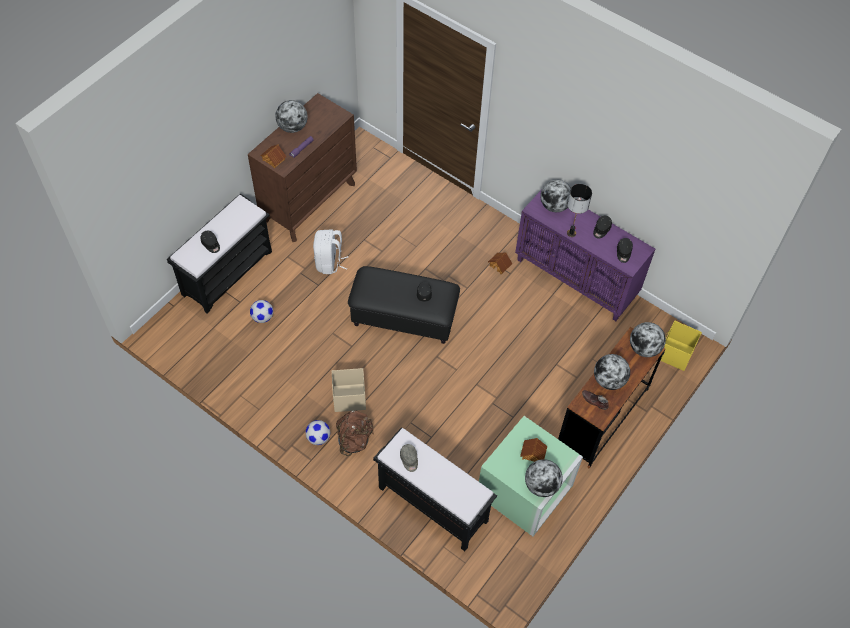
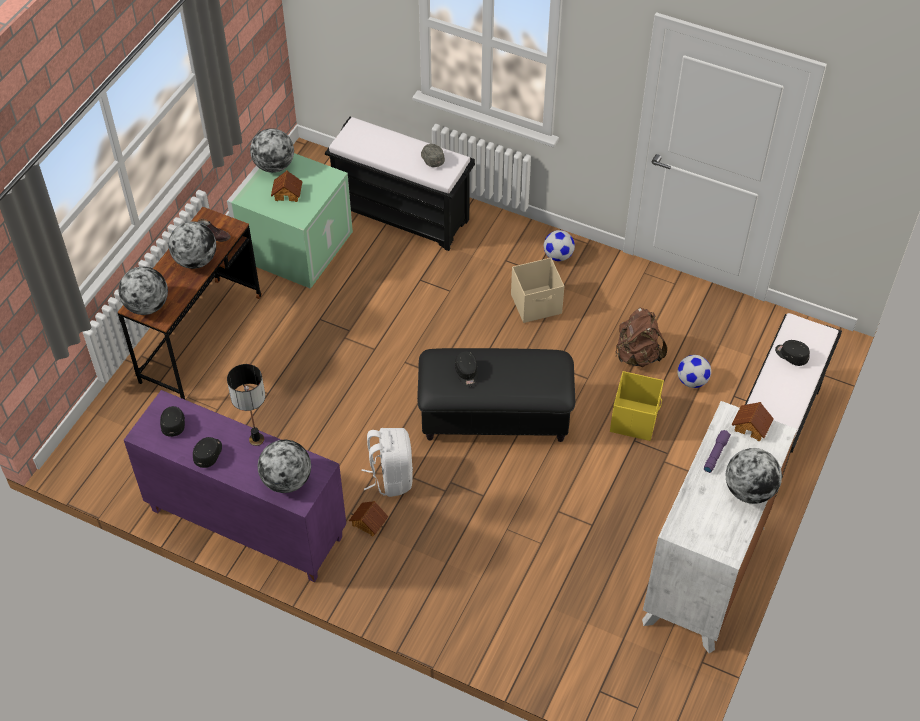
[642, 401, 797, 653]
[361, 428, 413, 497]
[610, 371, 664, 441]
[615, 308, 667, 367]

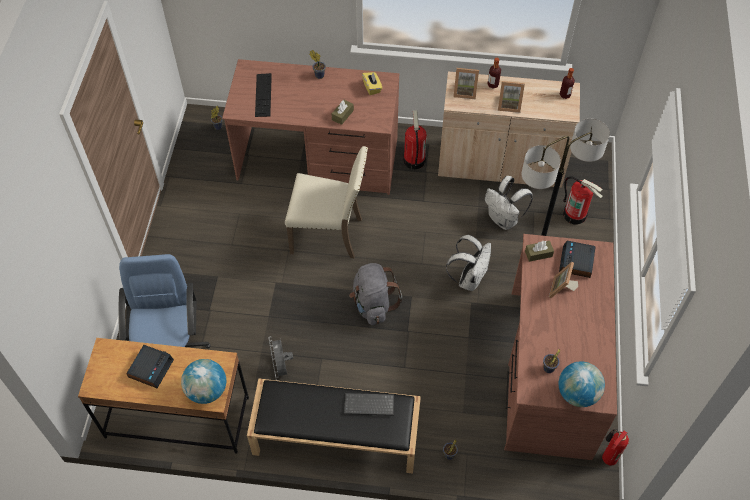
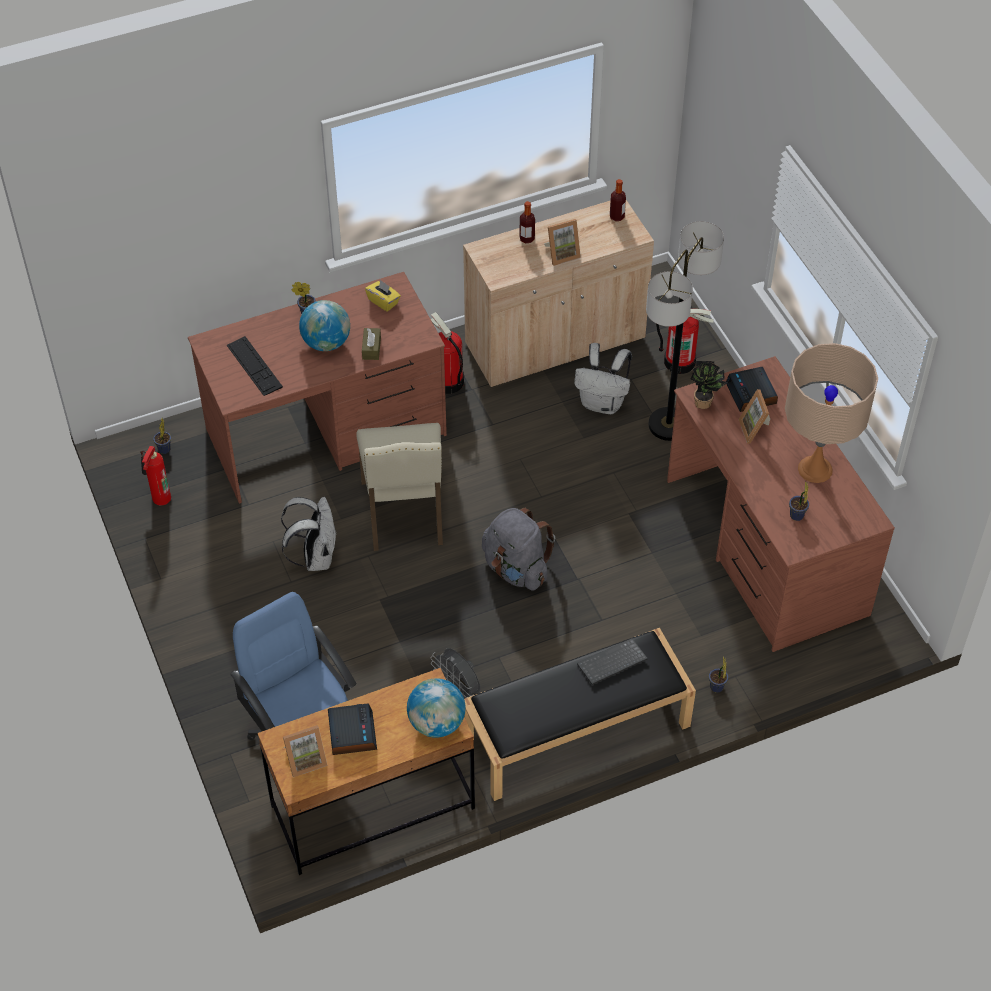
[283, 725, 328, 777]
[356, 423, 443, 551]
[281, 497, 337, 571]
[690, 361, 728, 409]
[299, 300, 350, 351]
[140, 446, 171, 506]
[785, 343, 878, 483]

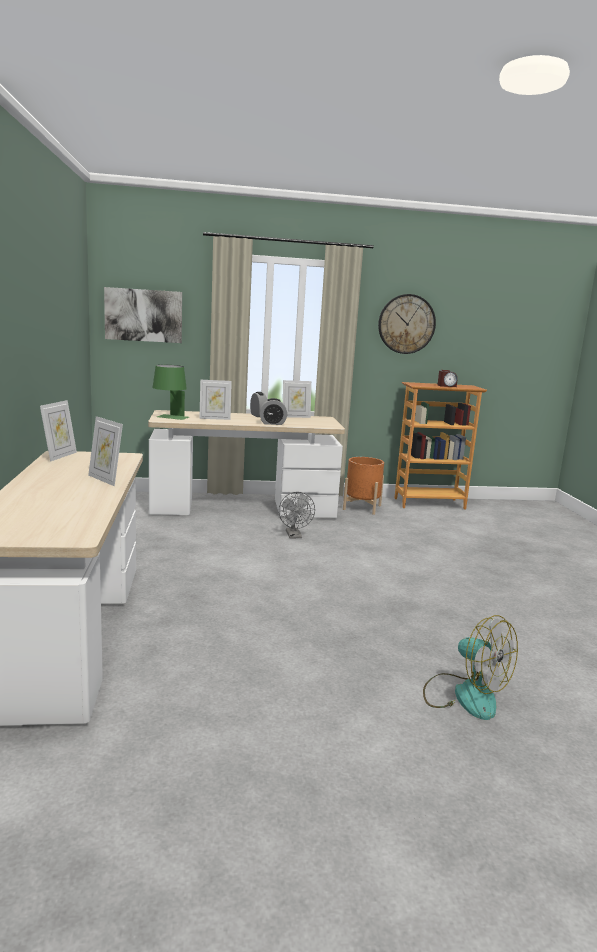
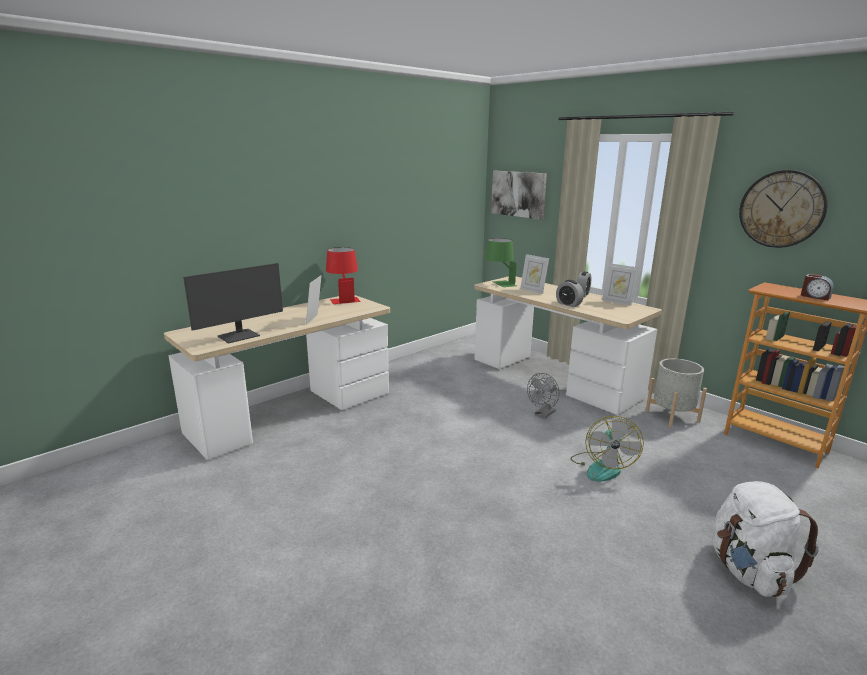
[326, 247, 361, 304]
[646, 358, 707, 428]
[571, 416, 644, 482]
[183, 263, 283, 343]
[712, 481, 819, 597]

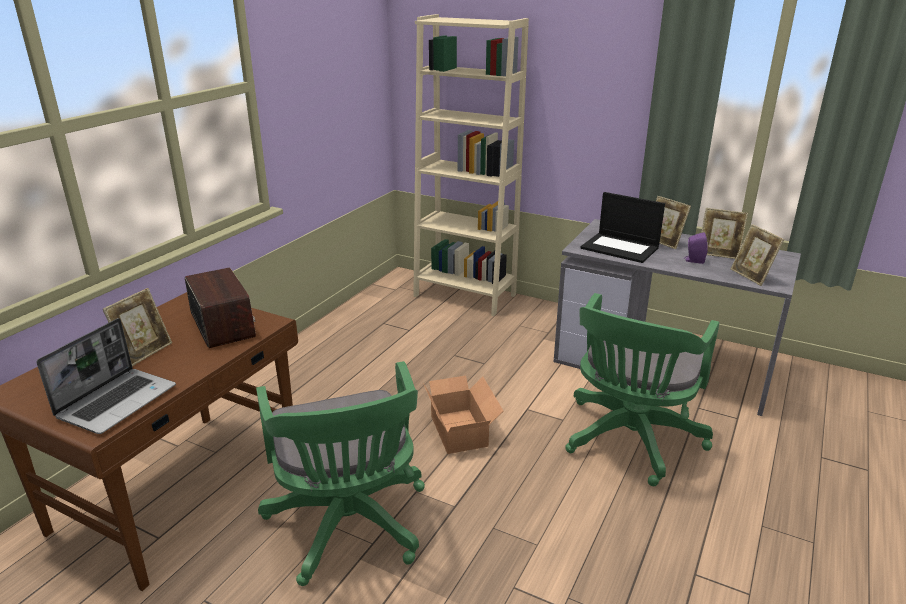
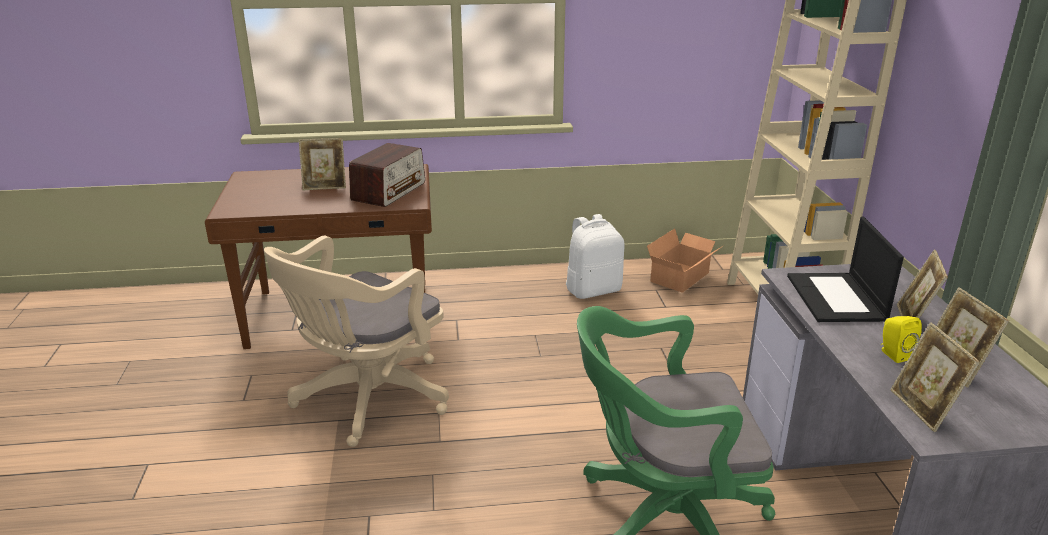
[891, 322, 980, 432]
[881, 316, 922, 363]
[36, 318, 176, 434] (first image)
[264, 236, 449, 447]
[647, 228, 723, 293]
[566, 214, 624, 299]

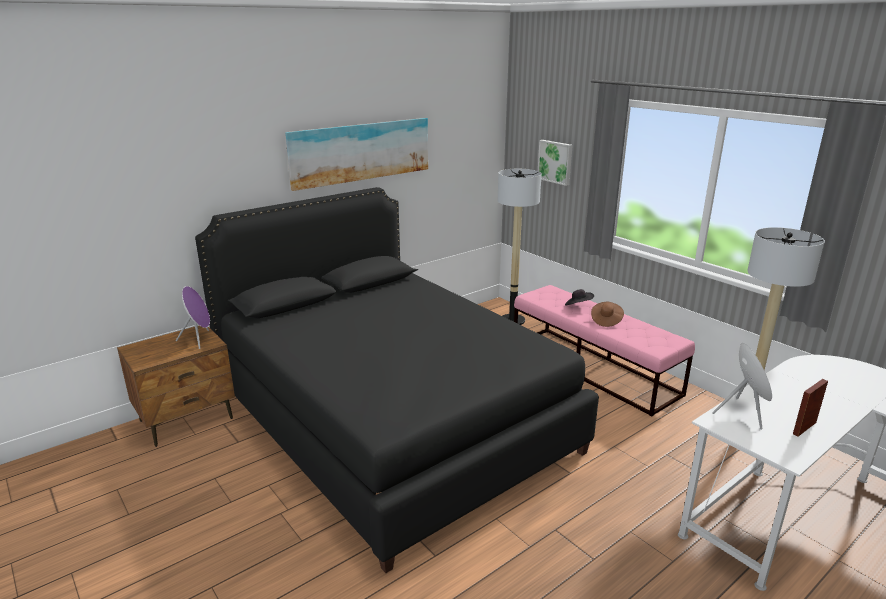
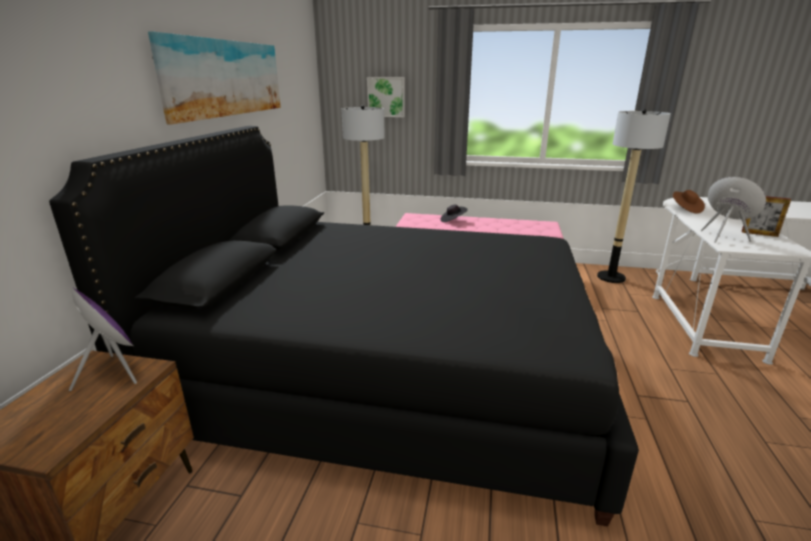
[673, 190, 705, 214]
[742, 196, 791, 237]

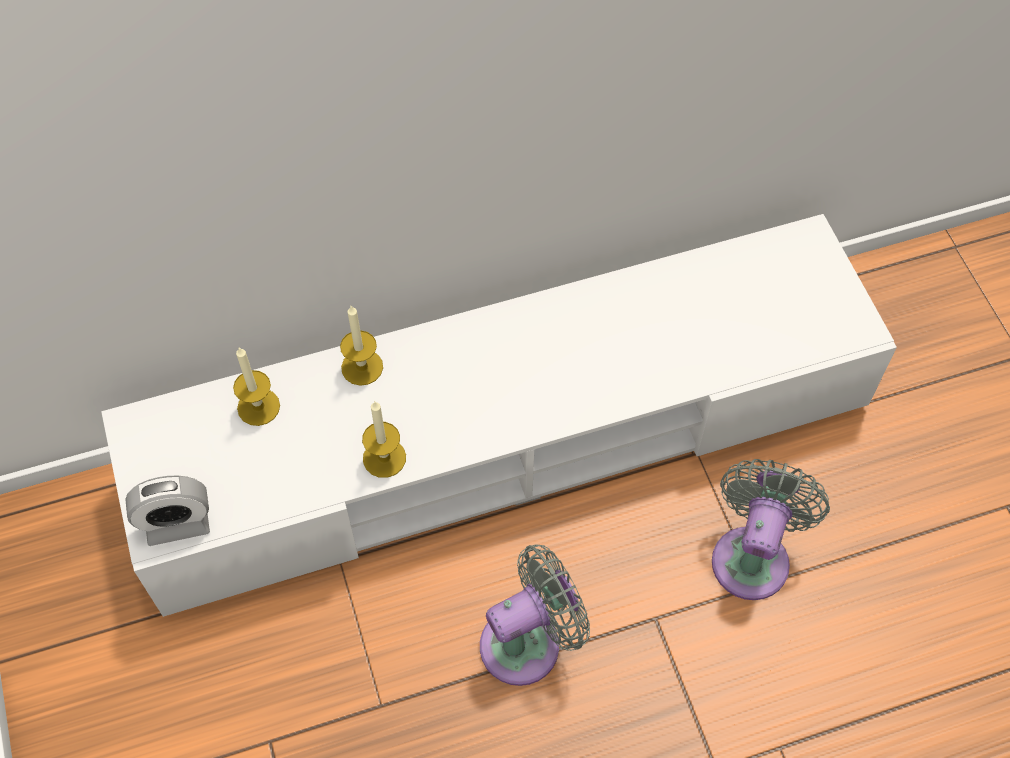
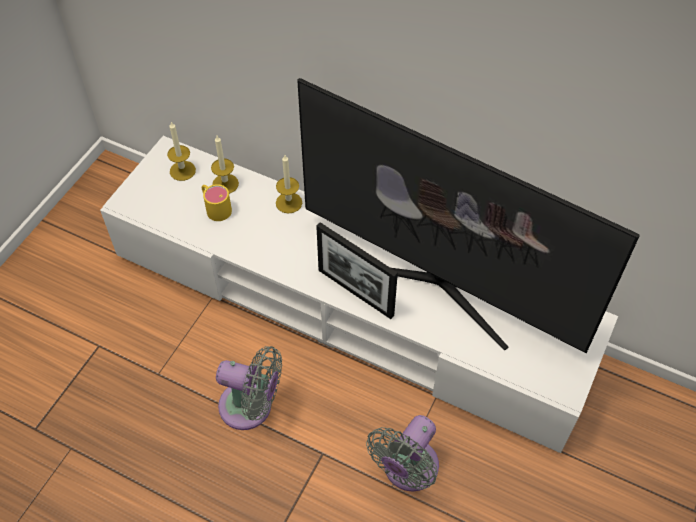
[167, 122, 196, 181]
[366, 415, 439, 492]
[125, 476, 210, 546] (first image)
[297, 78, 639, 353]
[202, 184, 232, 221]
[316, 222, 398, 319]

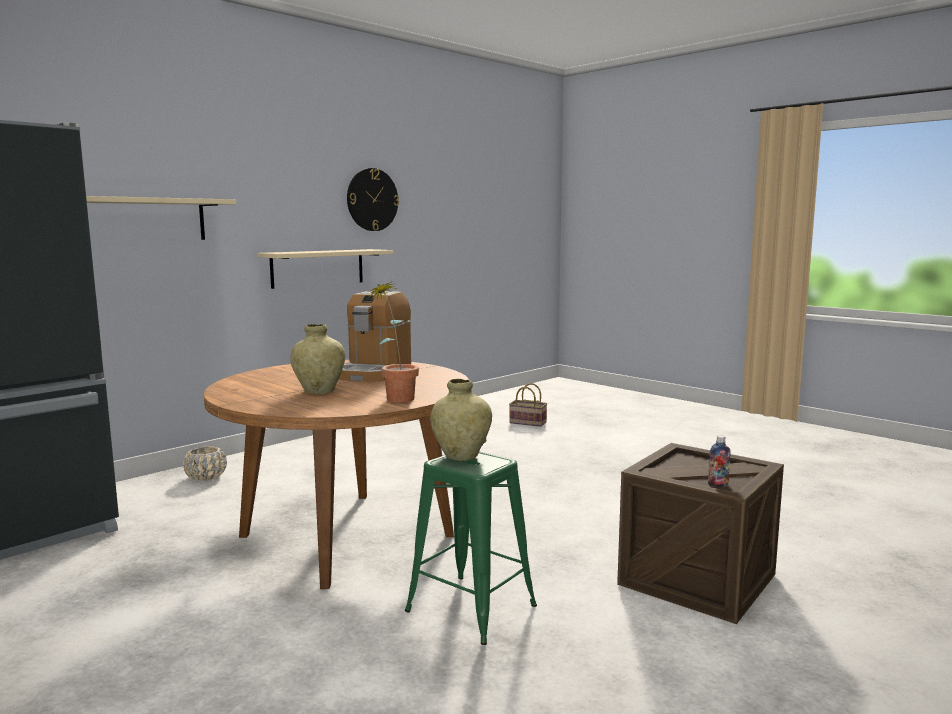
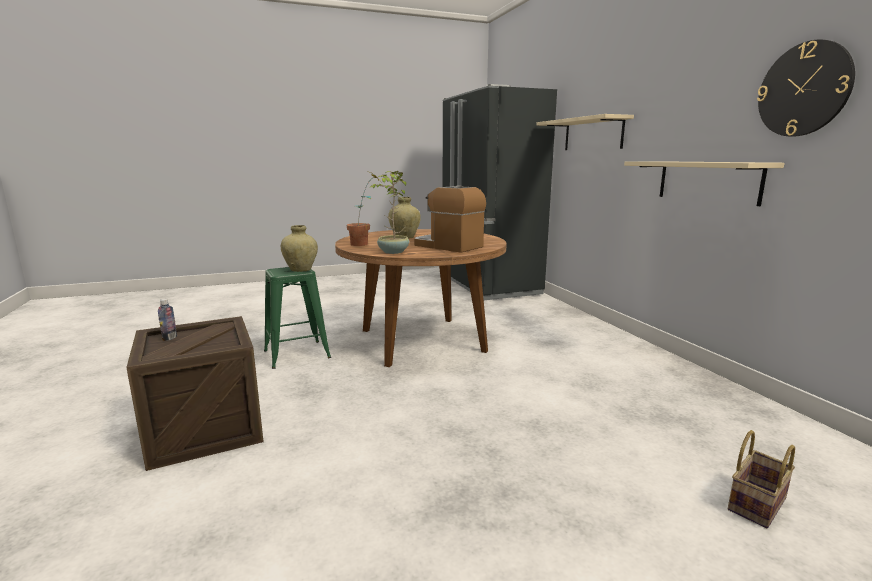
[183, 446, 227, 481] (first image)
[369, 171, 409, 254]

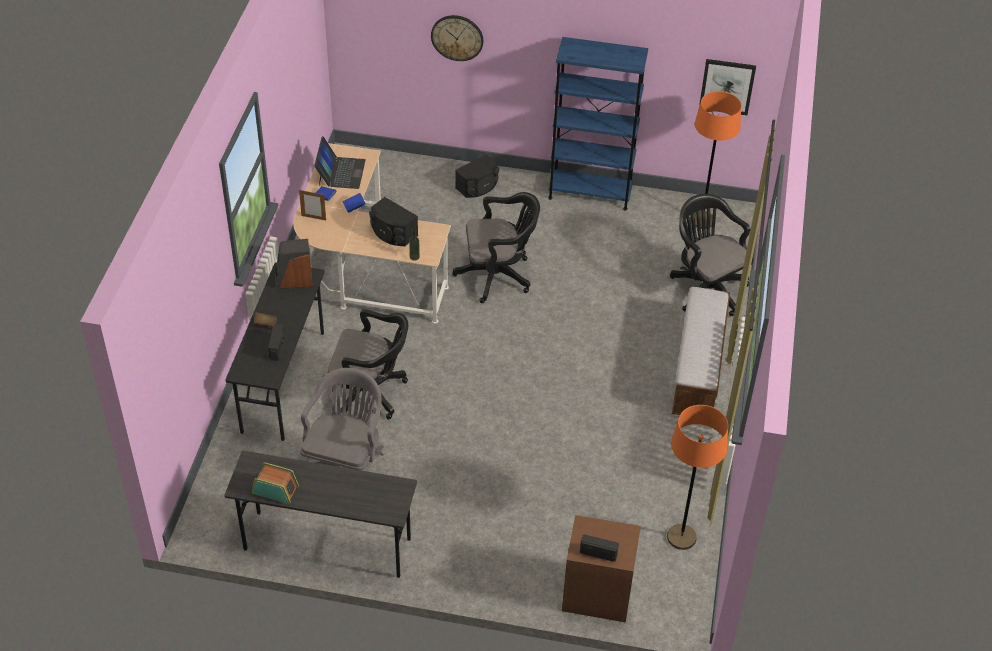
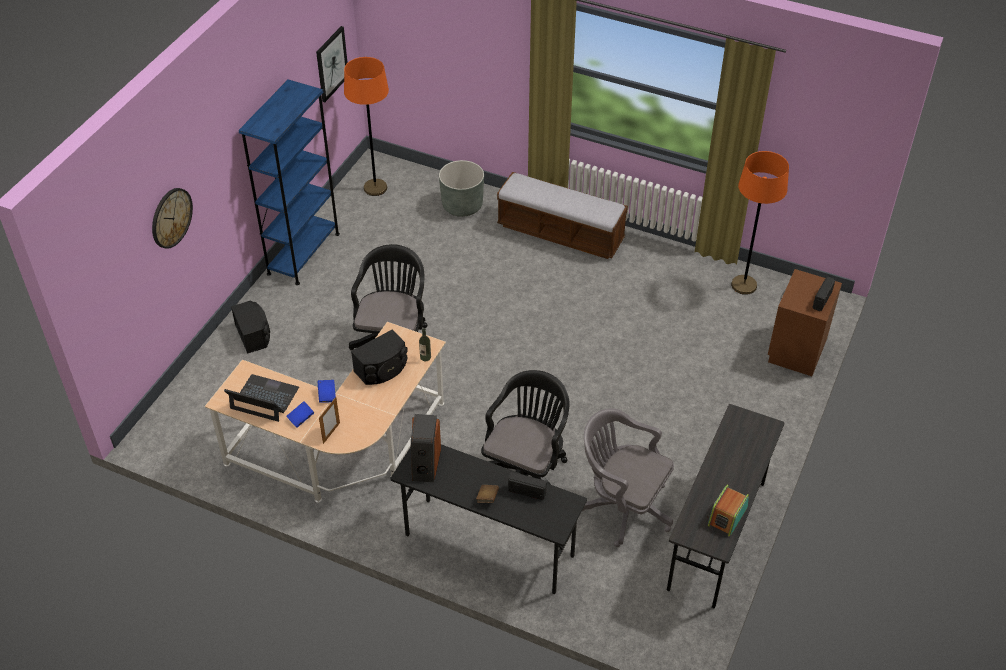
[439, 160, 484, 217]

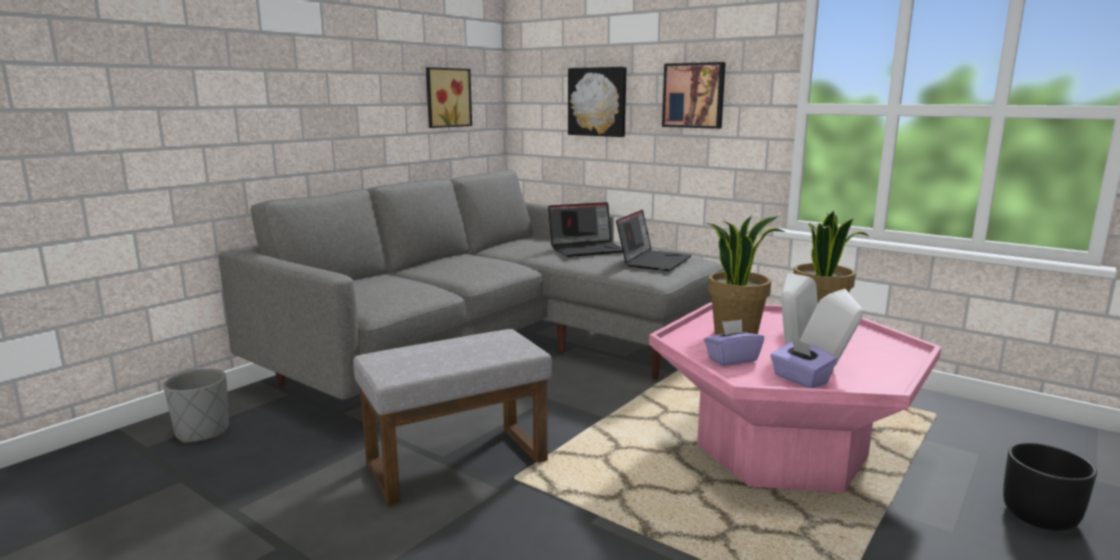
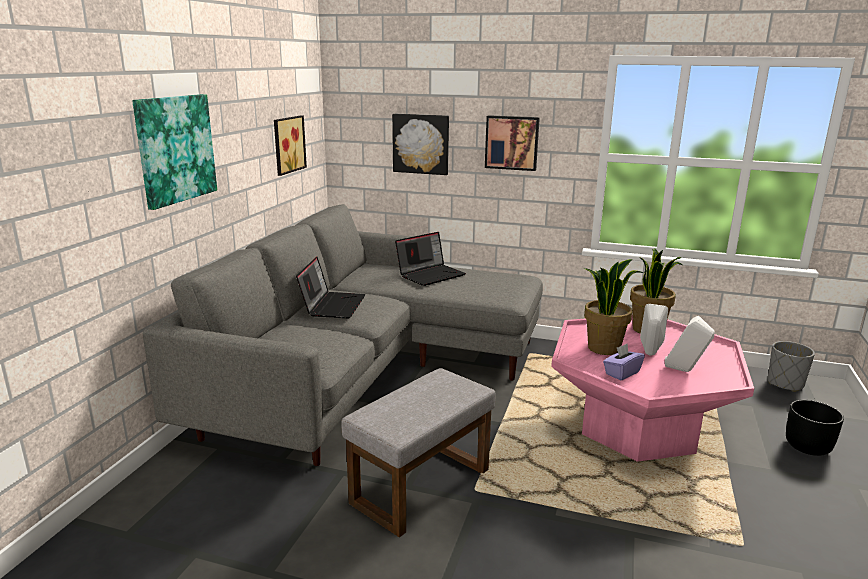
[296, 257, 366, 318]
[770, 337, 837, 388] (first image)
[768, 341, 815, 392]
[132, 94, 217, 210]

